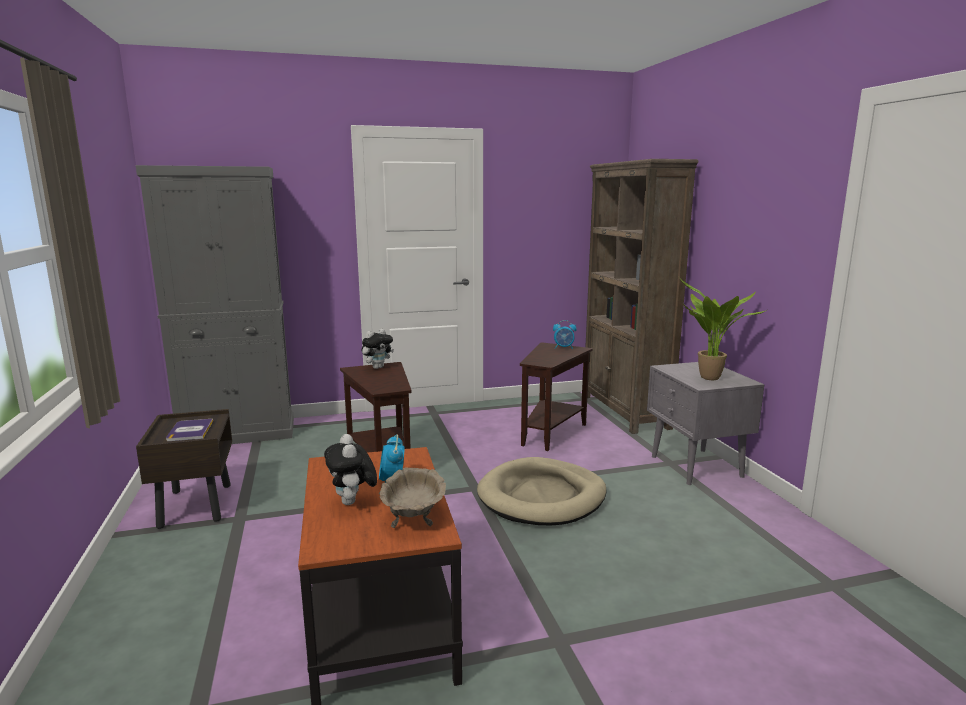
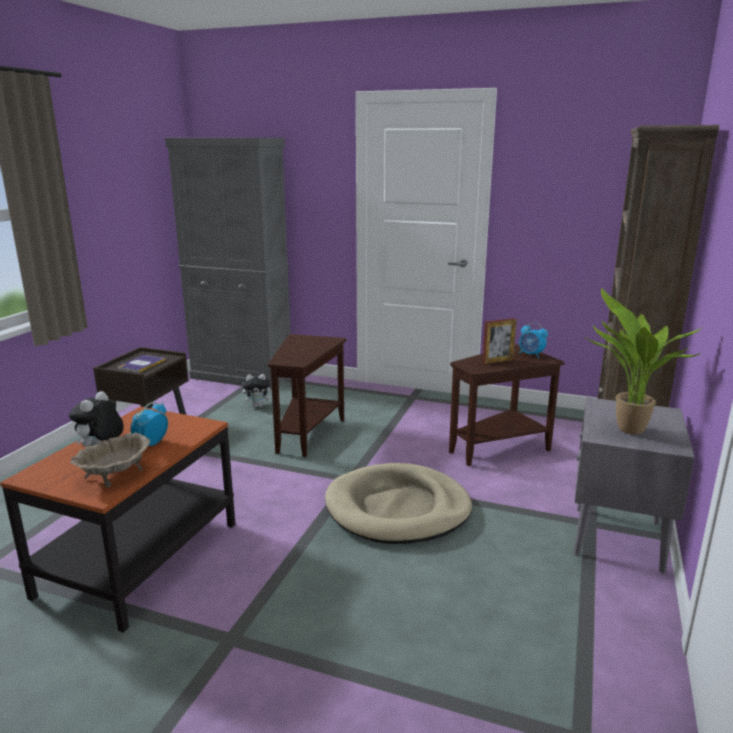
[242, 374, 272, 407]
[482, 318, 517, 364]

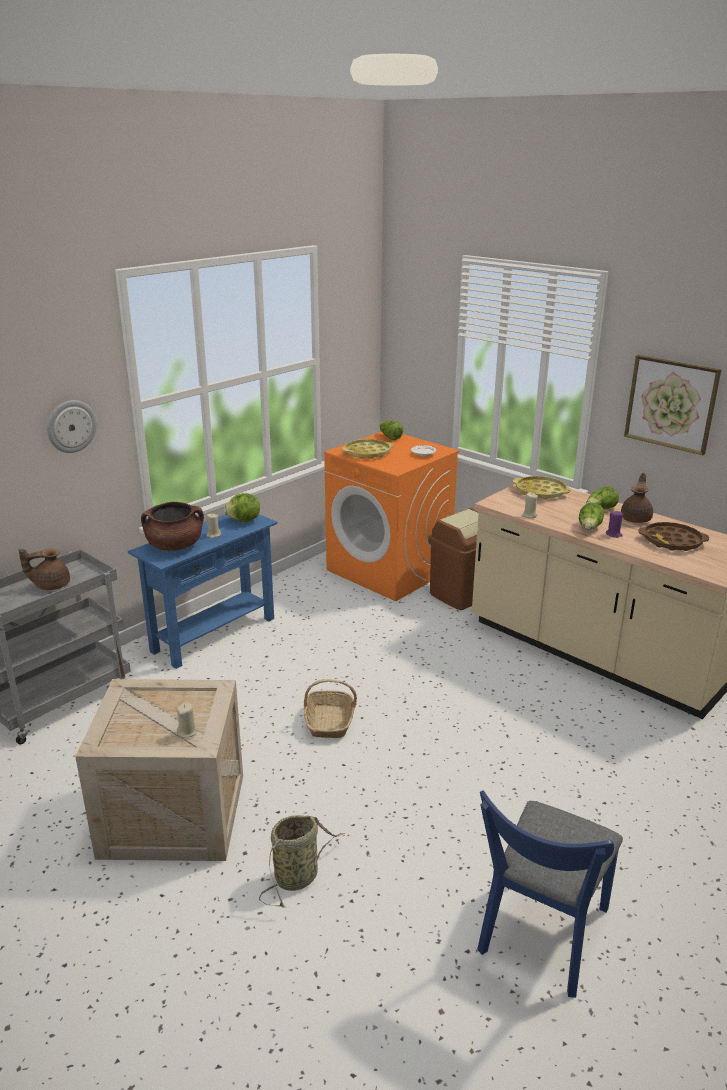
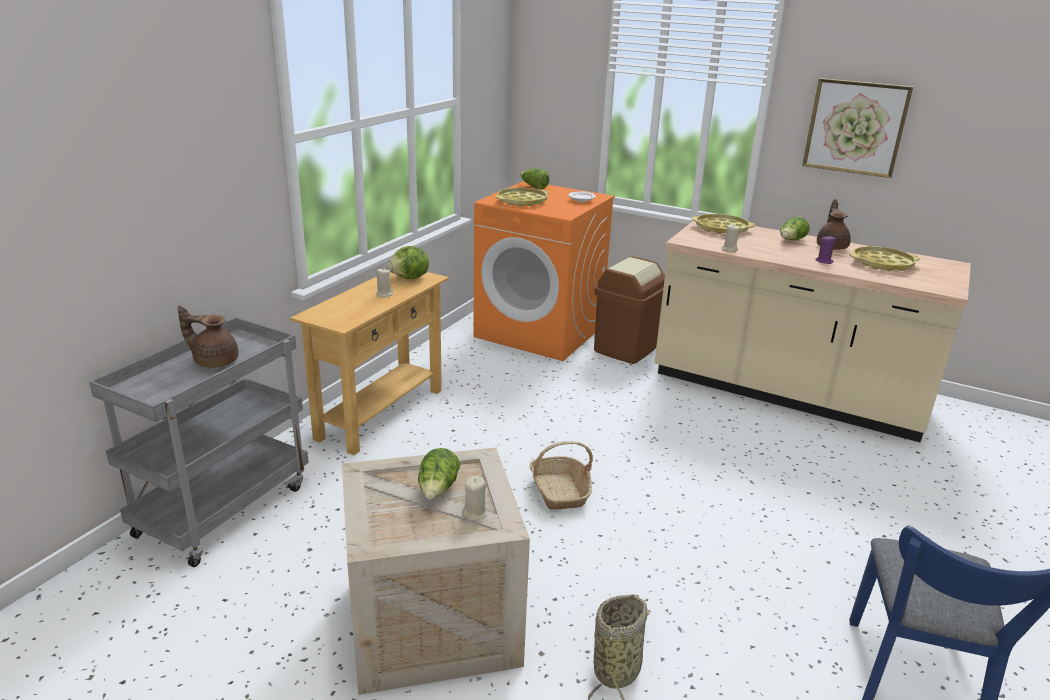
[47, 400, 97, 453] (first image)
[141, 502, 204, 551] (first image)
[418, 448, 460, 500]
[290, 272, 449, 455]
[849, 246, 920, 272]
[177, 306, 239, 368]

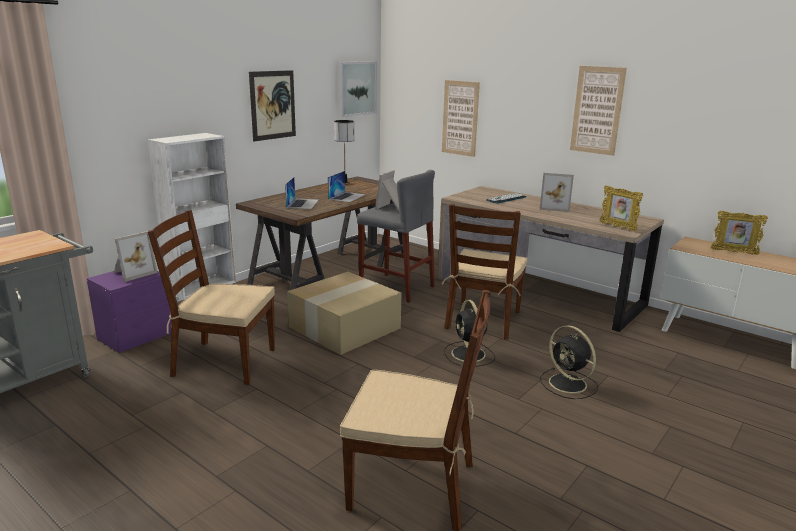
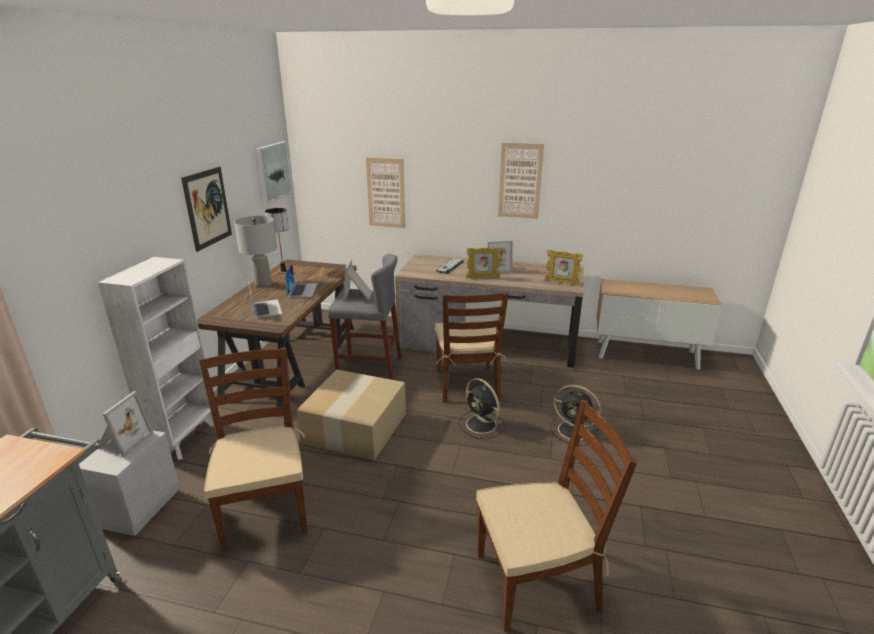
[198, 348, 307, 550]
[466, 247, 502, 279]
[79, 431, 179, 536]
[234, 216, 277, 288]

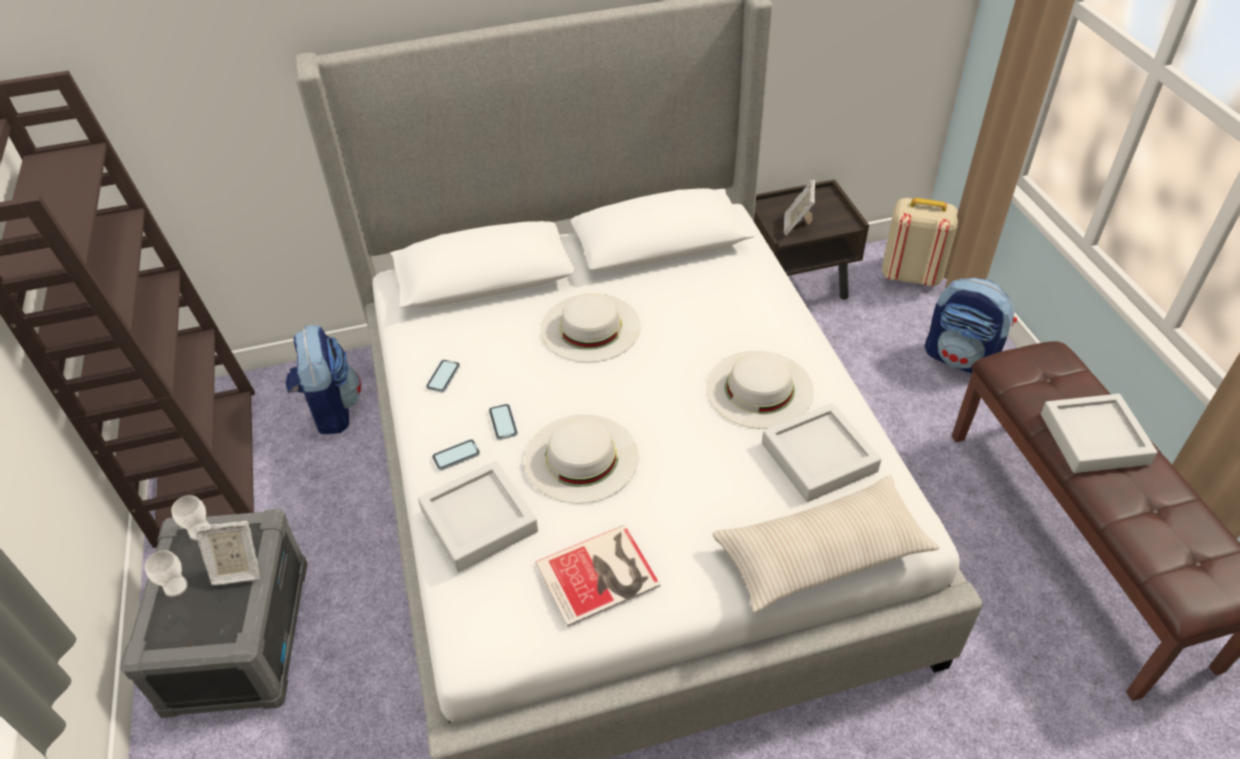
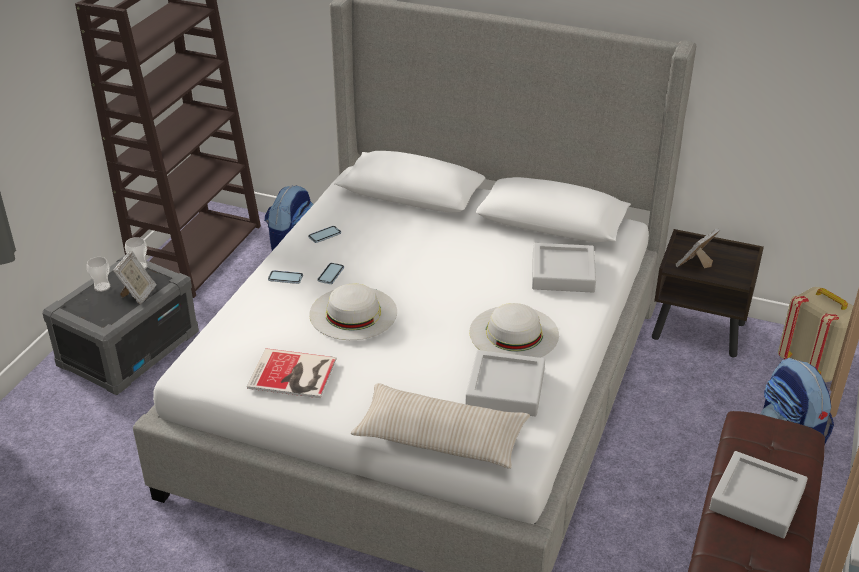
[541, 293, 641, 362] (first image)
[532, 243, 596, 293]
[113, 251, 156, 304]

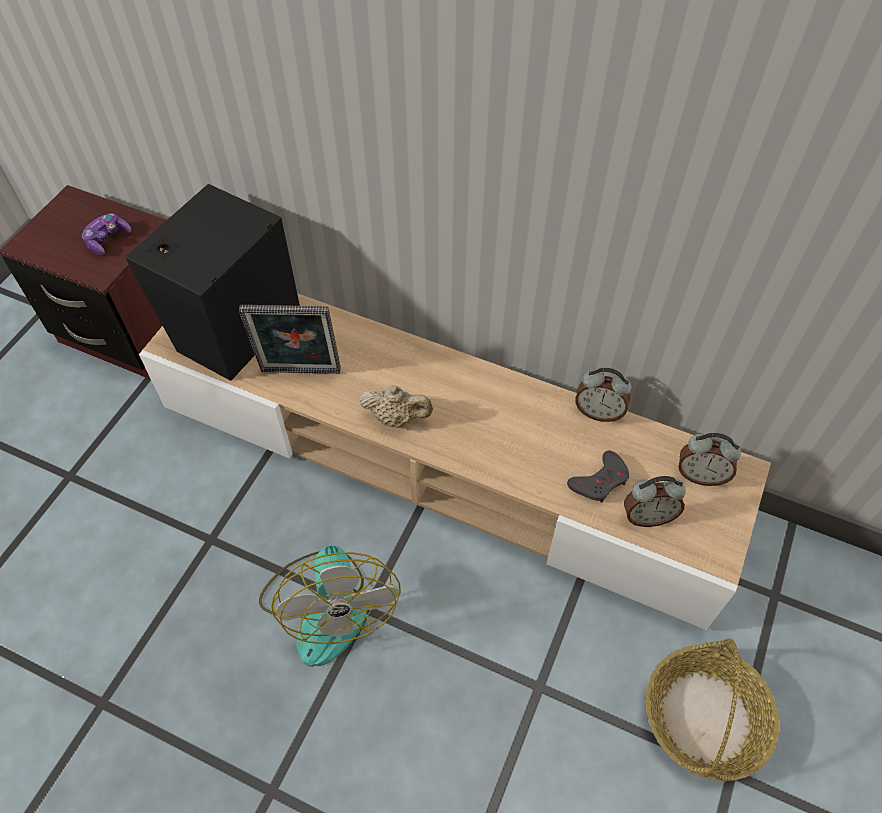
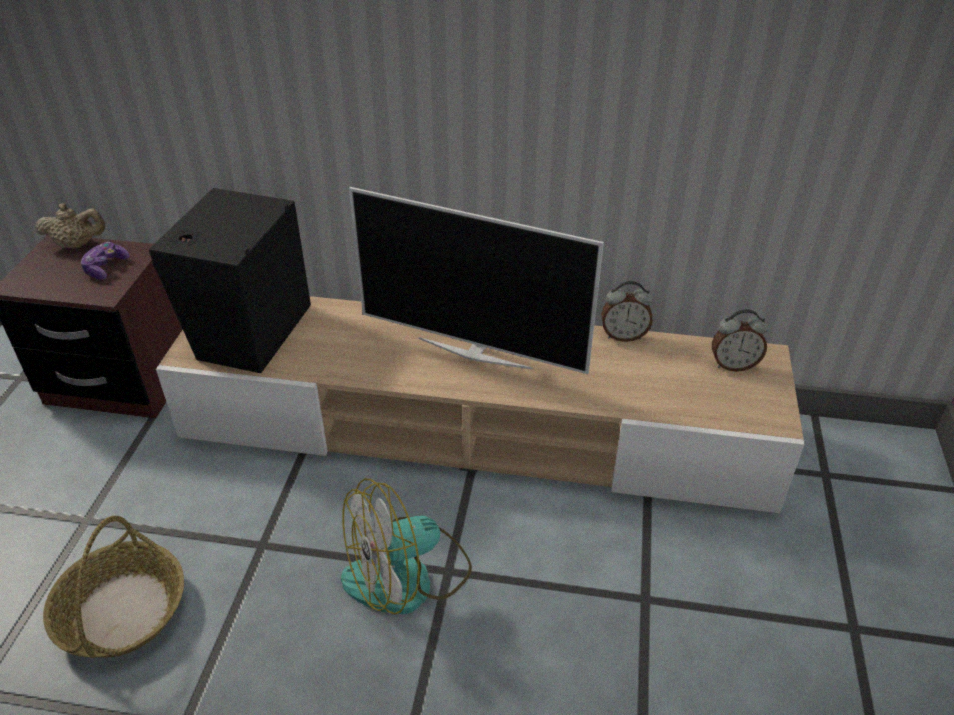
[239, 305, 341, 374] (first image)
[35, 203, 105, 249]
[567, 451, 629, 503] (first image)
[624, 476, 686, 527] (first image)
[341, 479, 472, 615]
[43, 516, 184, 658]
[349, 187, 604, 374]

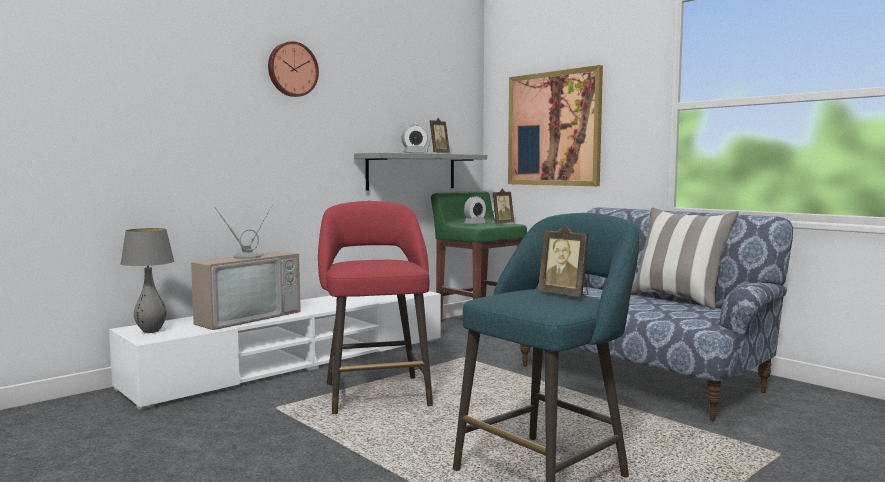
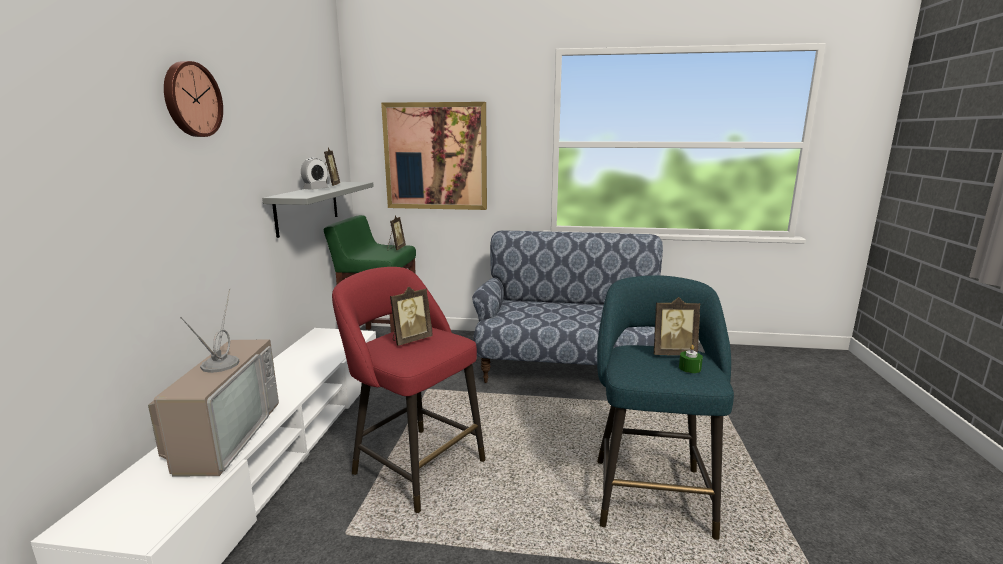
[464, 196, 486, 224] (first image)
[631, 207, 739, 309] (first image)
[120, 228, 174, 333] (first image)
[390, 287, 433, 346]
[679, 345, 703, 373]

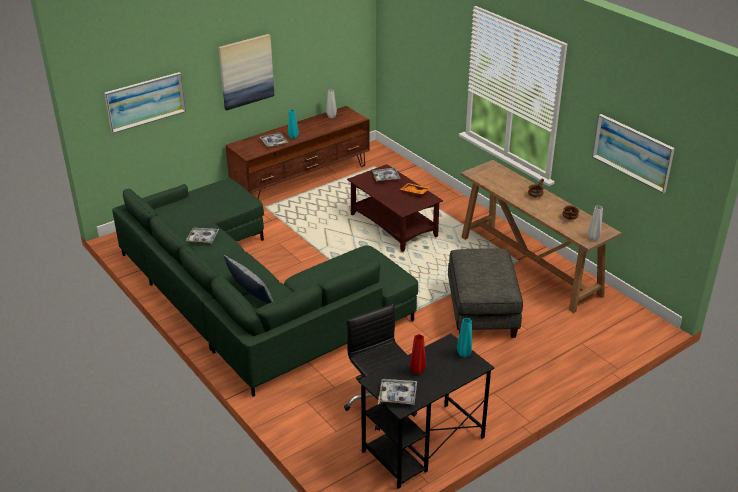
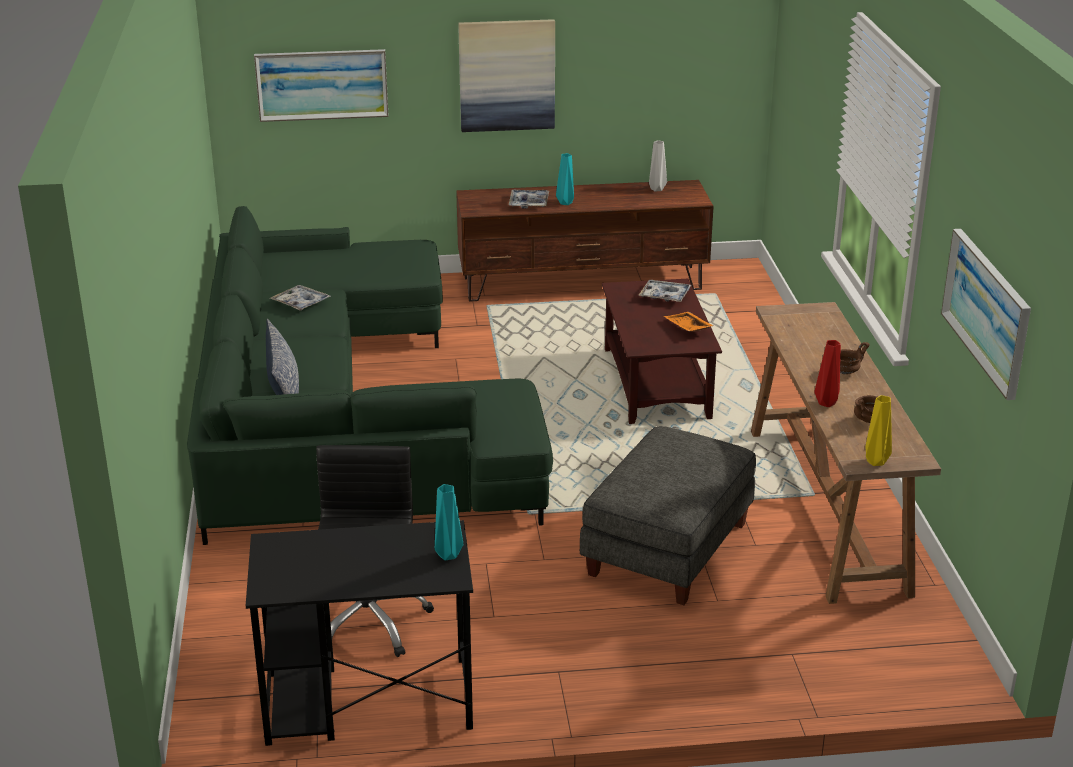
[865, 395, 892, 466]
[815, 340, 841, 407]
[378, 379, 417, 405] (first image)

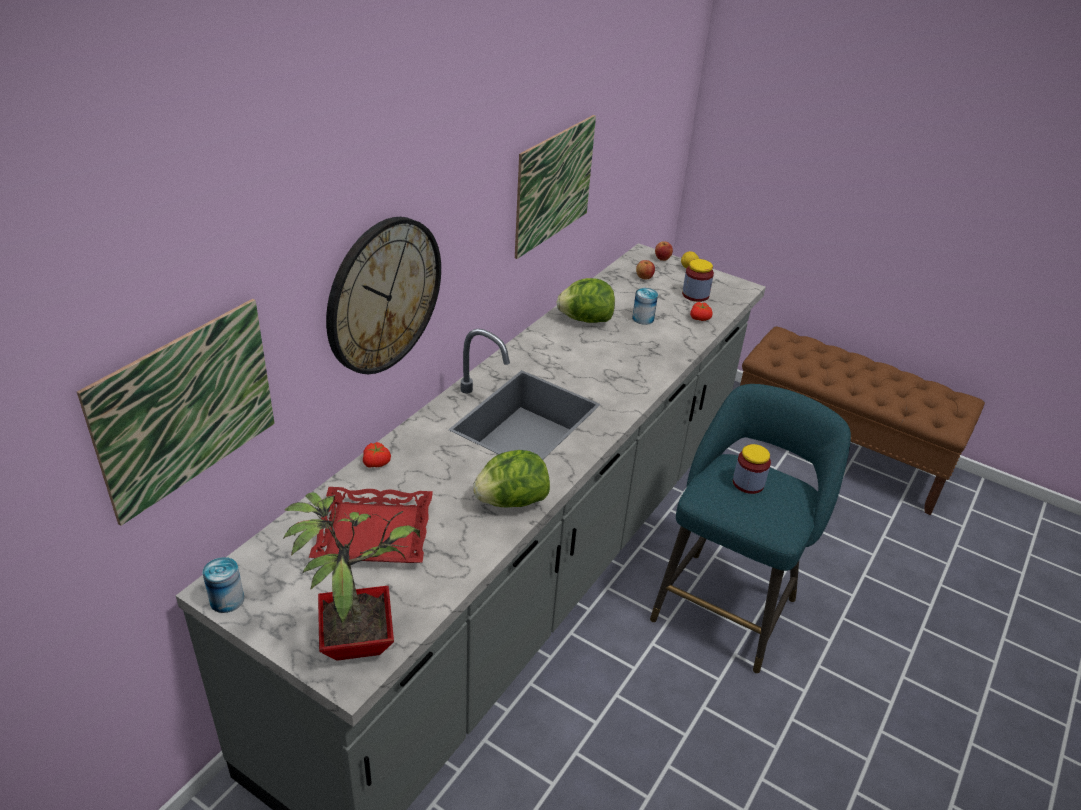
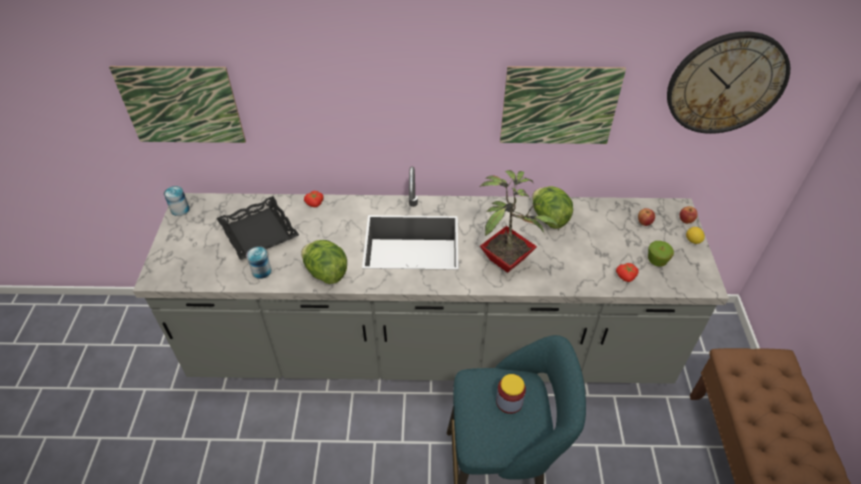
[667, 31, 790, 134]
[648, 241, 674, 267]
[246, 246, 272, 279]
[217, 196, 299, 260]
[480, 170, 559, 273]

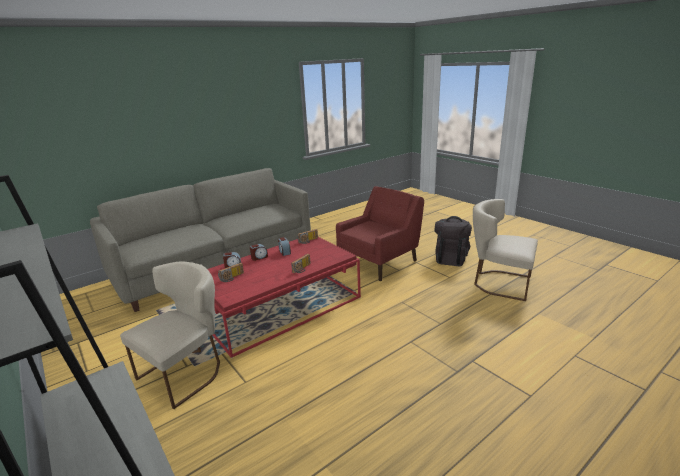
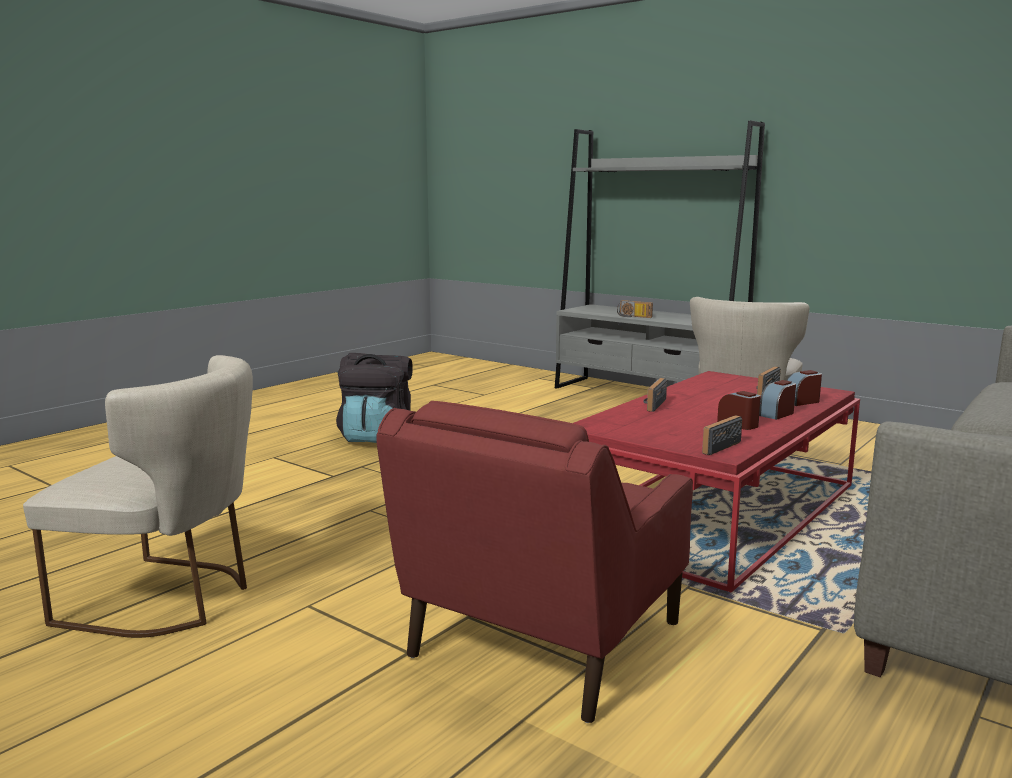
[336, 353, 413, 443]
[617, 300, 653, 318]

